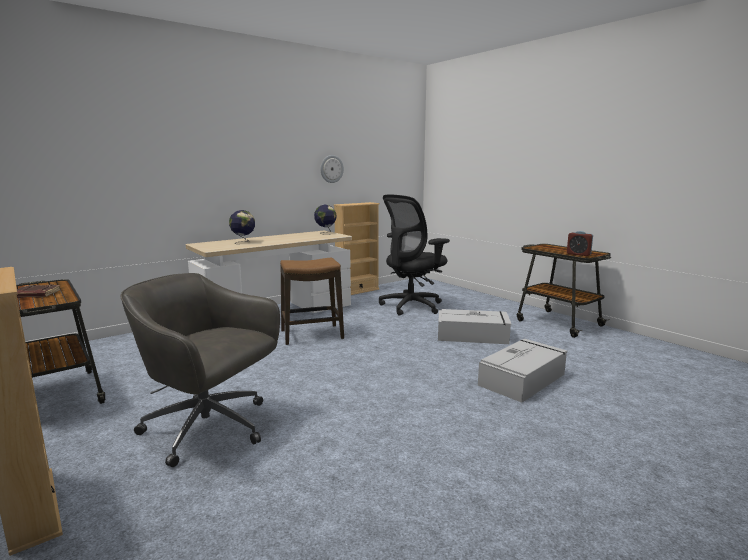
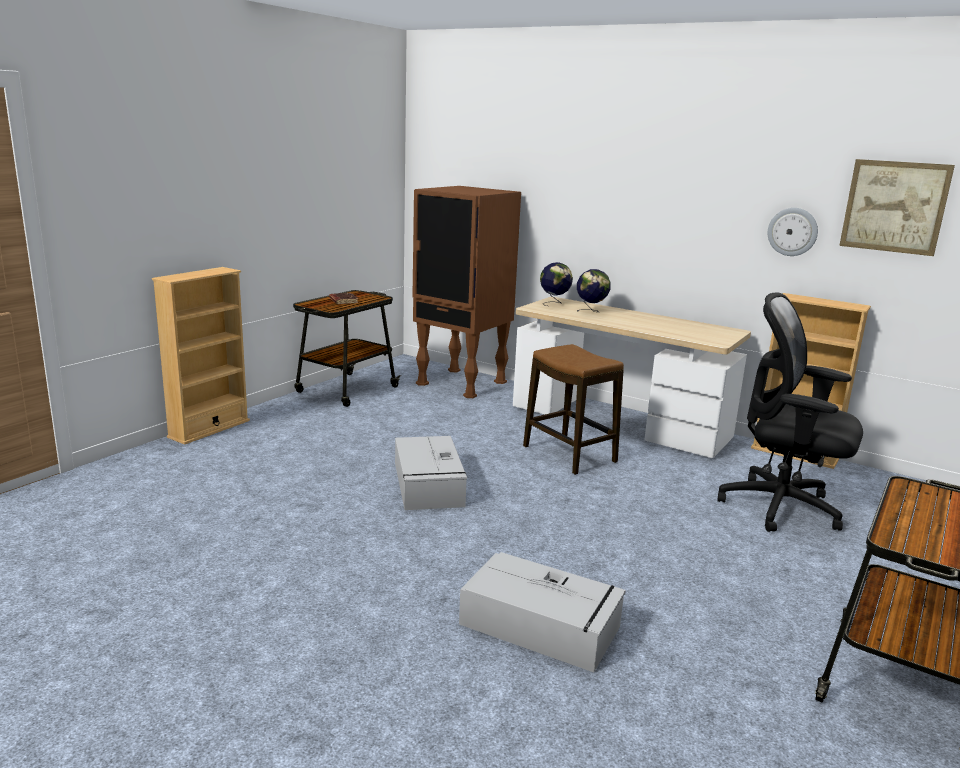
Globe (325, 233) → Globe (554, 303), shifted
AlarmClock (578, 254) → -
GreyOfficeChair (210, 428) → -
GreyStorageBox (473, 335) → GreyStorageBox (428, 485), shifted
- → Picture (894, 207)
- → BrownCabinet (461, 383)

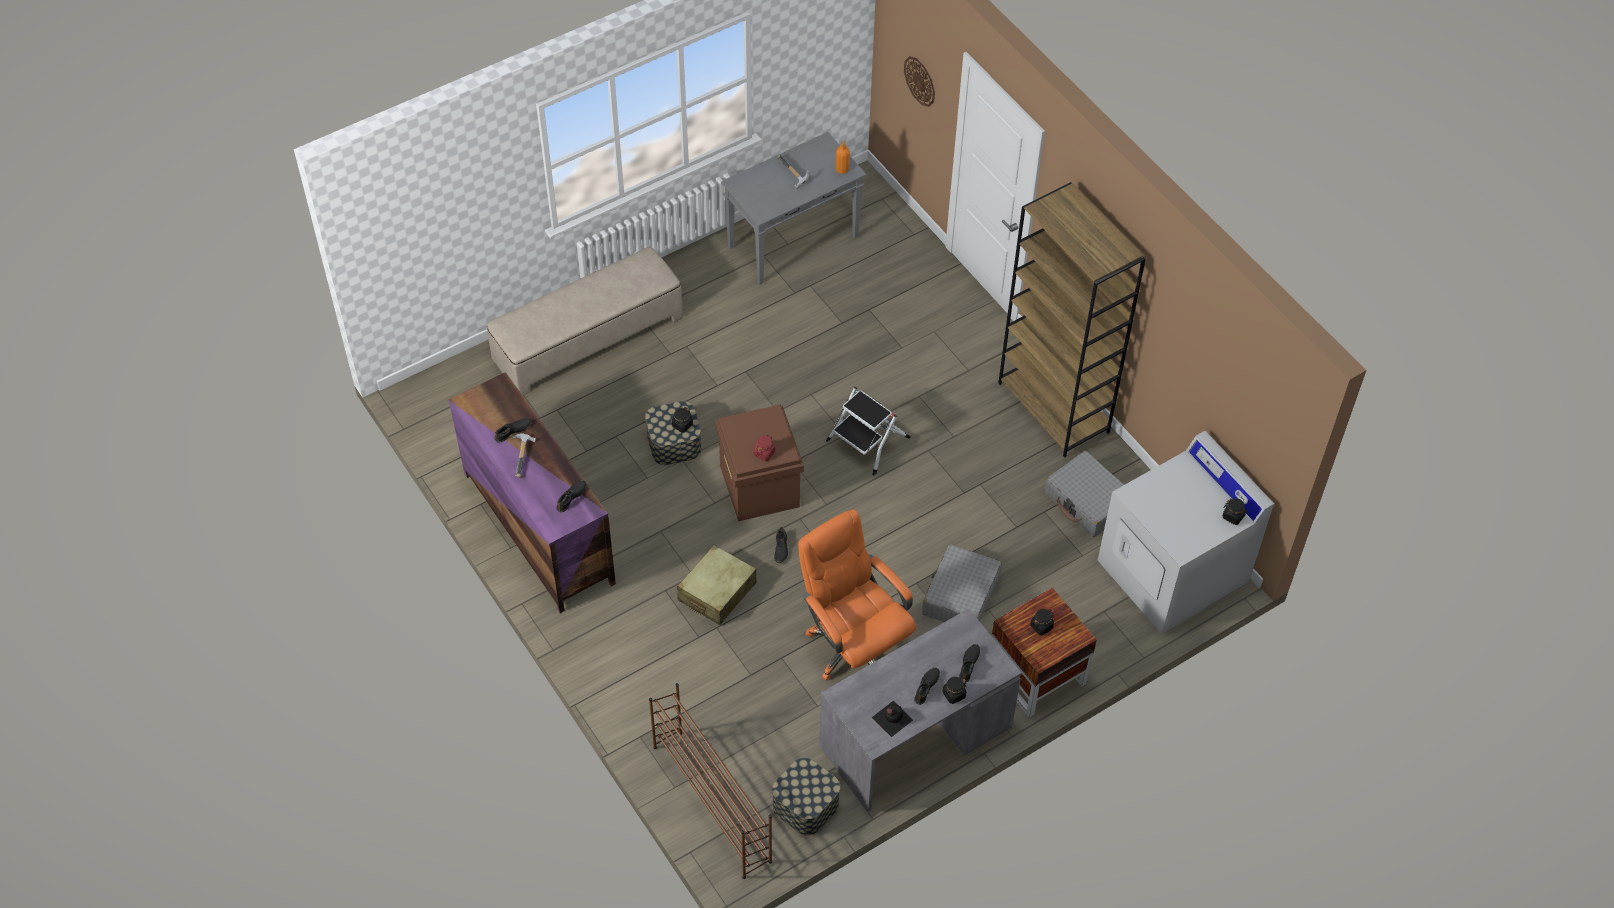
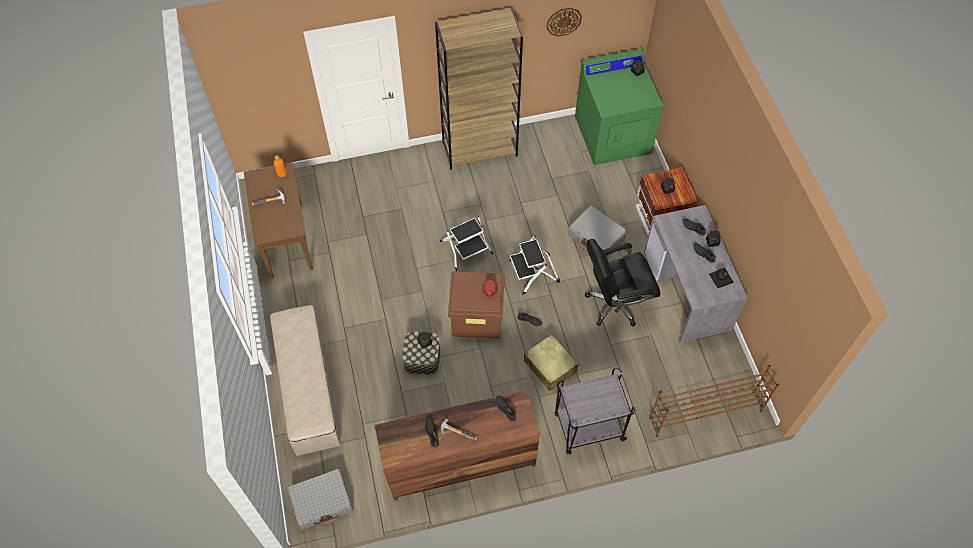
WallClock (920, 81) → WallClock (564, 21), shifted
GreyConsoleTable (793, 241) → BrownConsoleTable (286, 240)
PurpleCabinet (539, 526) → BrownCabinet (458, 461)
WhiteWashingMachine (1173, 572) → GreenWashingMachine (613, 134)
GreySuitcase (1088, 501) → GreySuitcase (322, 502), shifted
OrangeOfficeChair (853, 648) → BlackOfficeChair (615, 303)
StorageBox (805, 805) → -
- → StepLadder (533, 272)
- → GreyCart (588, 428)

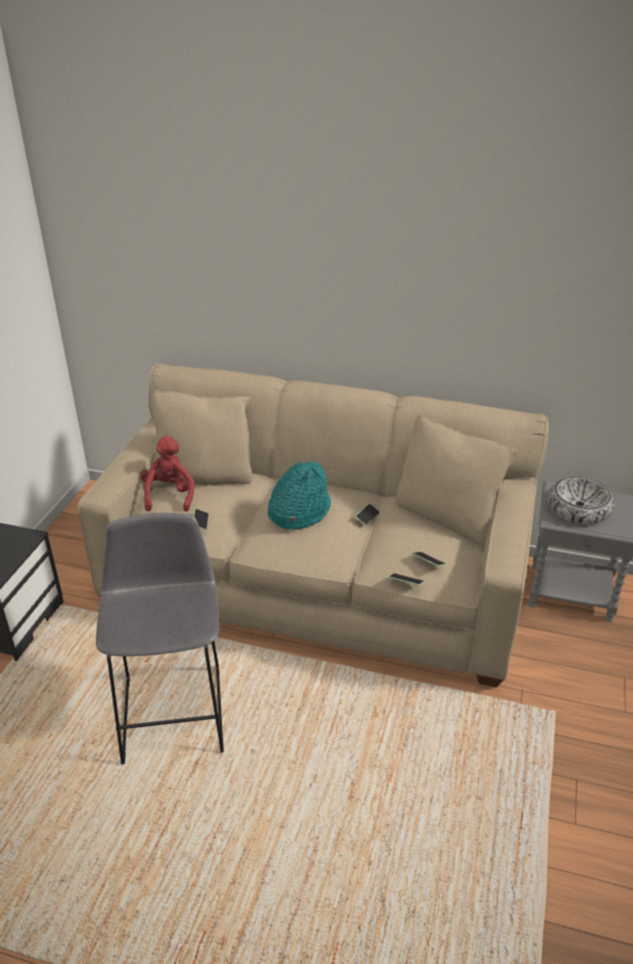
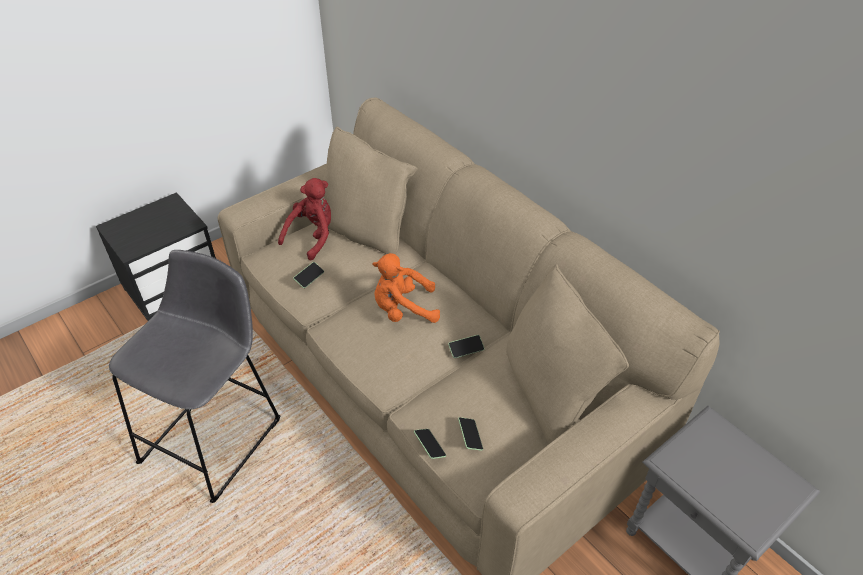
TurquoiseHat (299, 511) → OrangePlushToy (403, 309)
Bowl (578, 508) → -

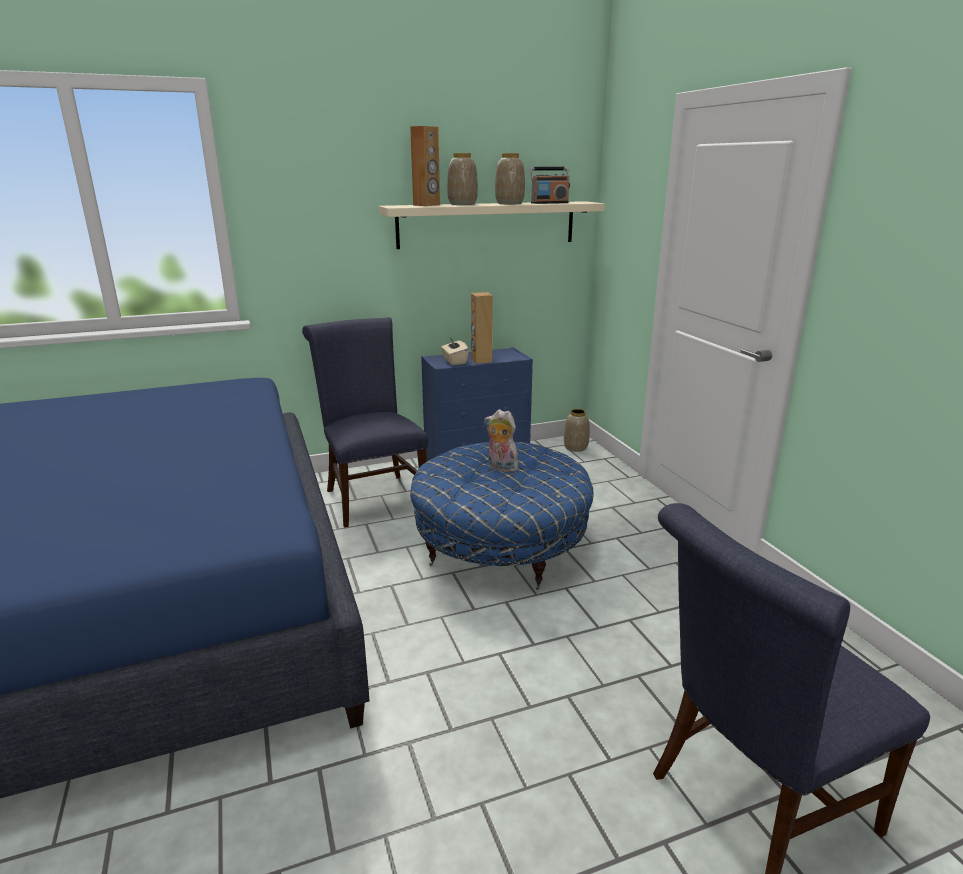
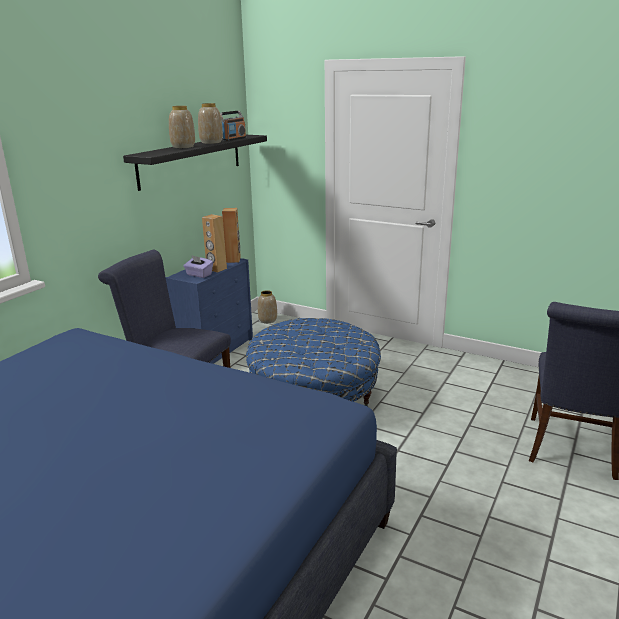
BrownSpeaker (427, 205) → BrownSpeaker (233, 260), shifted
BeigeShelf (487, 224) → BlackShelf (191, 160)
BeigeTissueBox (454, 361) → PurpleTissueBox (199, 275)
PlushToy (500, 468) → -

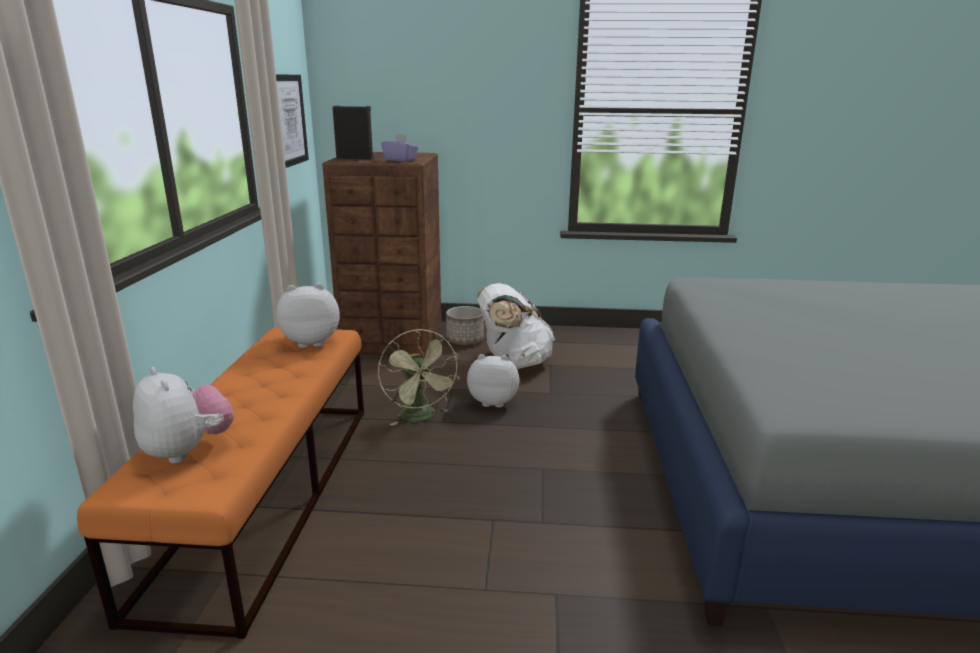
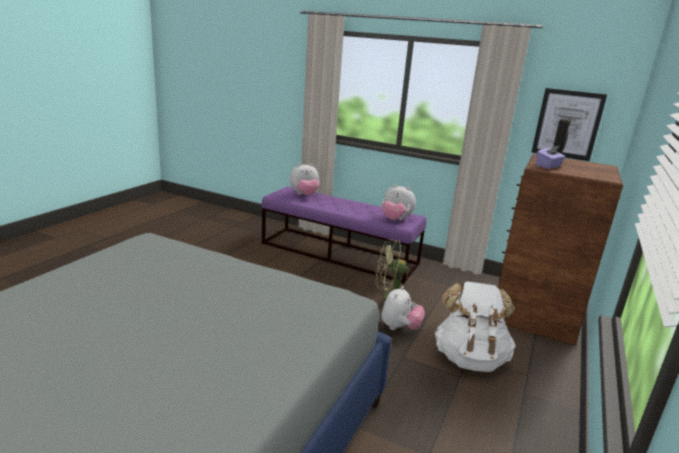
PlushToy (311, 341) → PlushToy (395, 219), 105 degrees clockwise
Planter (465, 340) → -
OrangeBench (268, 494) → PurpleBench (339, 254)

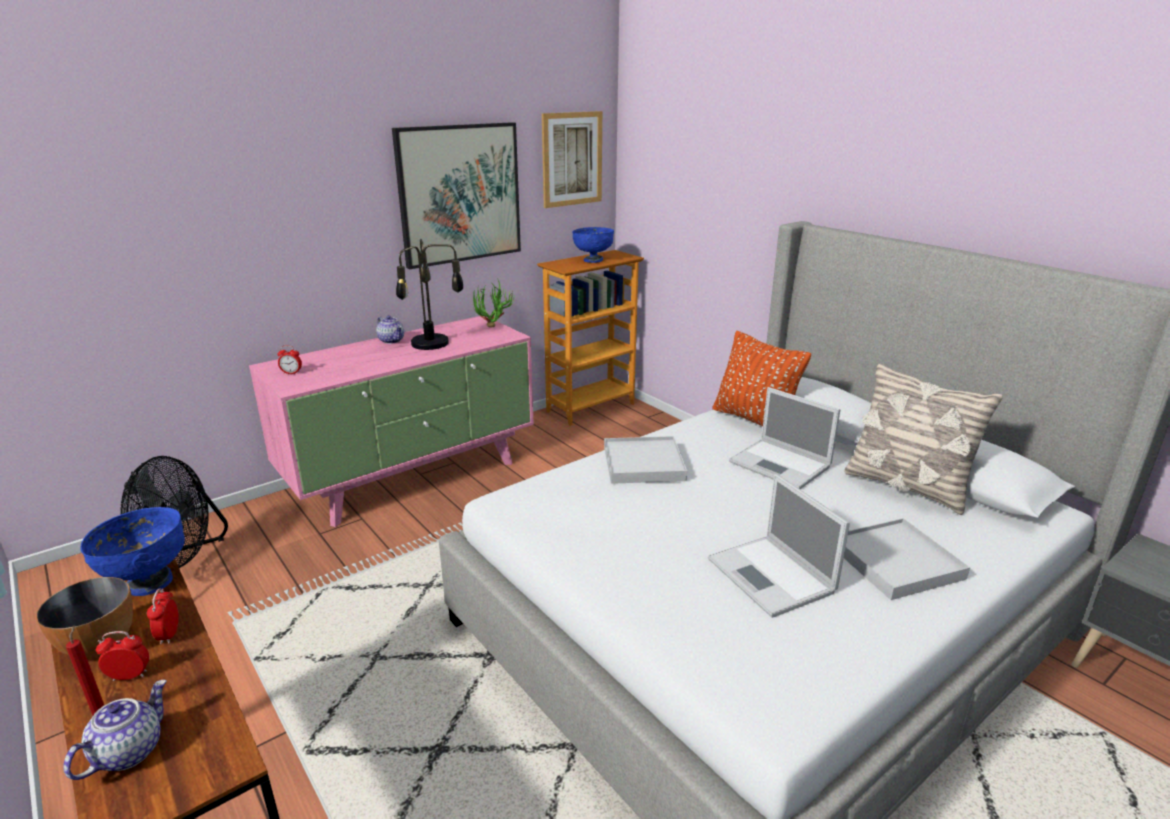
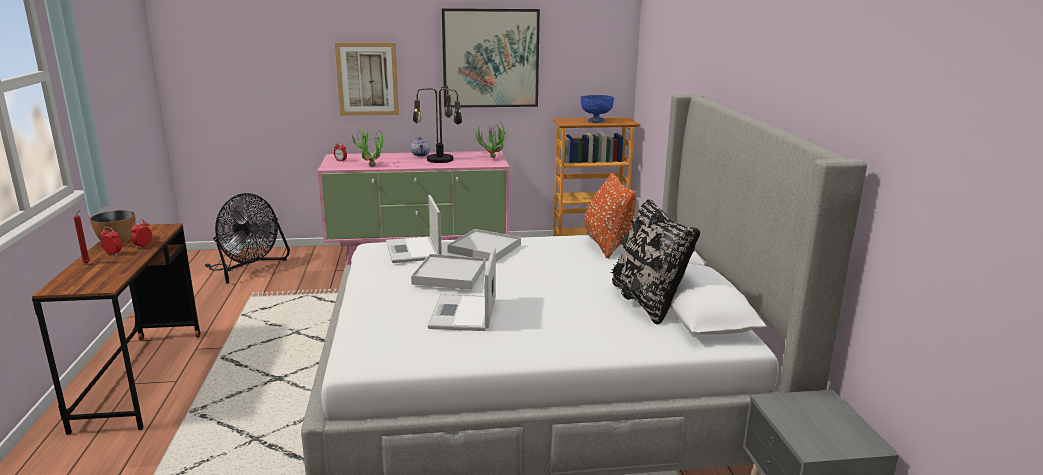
Picture (572, 159) → Picture (367, 79), shifted
BeigePillow (906, 487) → BlackPillow (646, 302)
Laptop (781, 465) → Laptop (413, 251), shifted
BlueBowl (149, 582) → -
WhiteTray (896, 562) → WhiteTray (450, 275), shifted
Teapot (128, 751) → -
- → PottedPlant (370, 165)

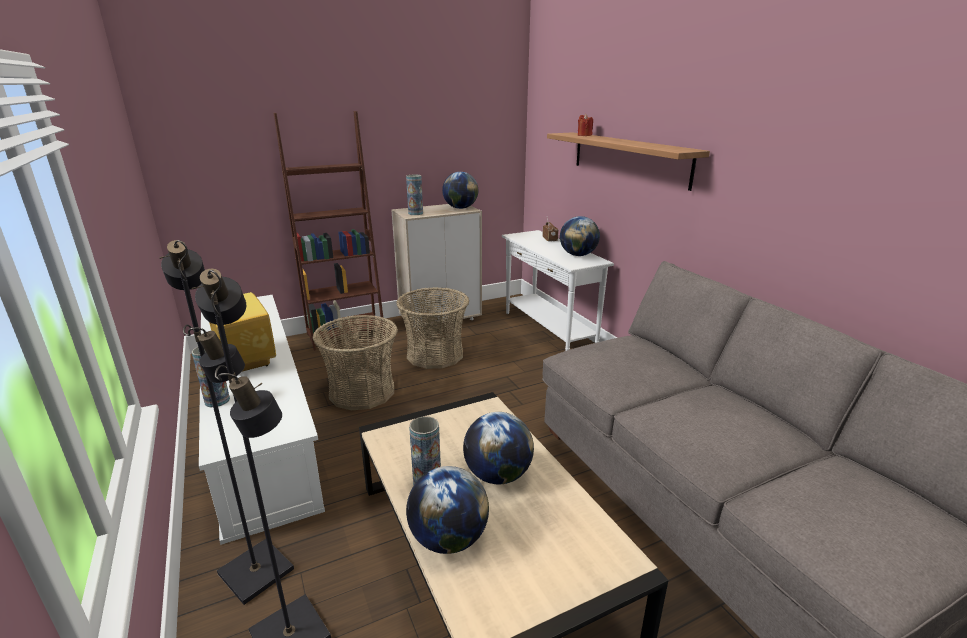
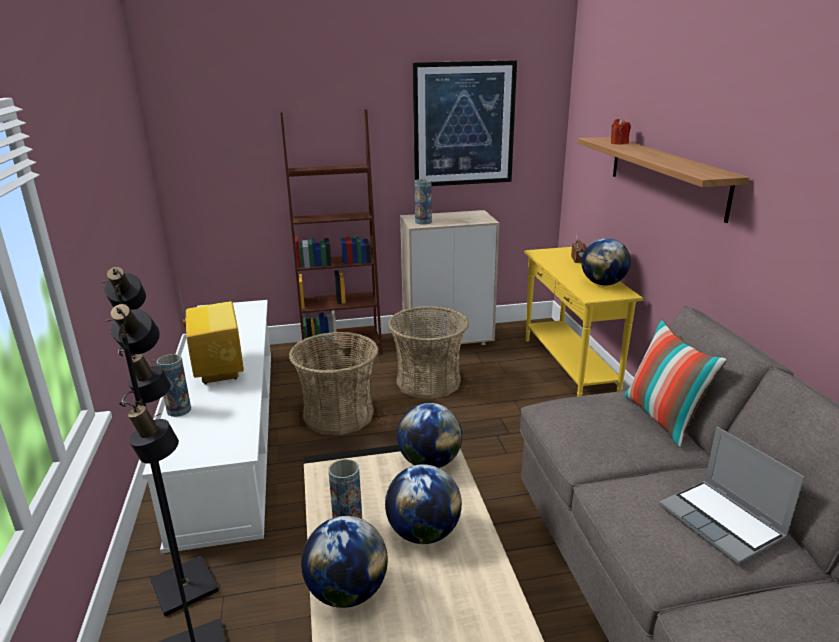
Globe (460, 208) → Globe (429, 462), shifted
WhiteConsoleTable (549, 331) → YellowConsoleTable (570, 368)
- → Picture (464, 124)
- → Pillow (663, 418)
- → Laptop (723, 523)

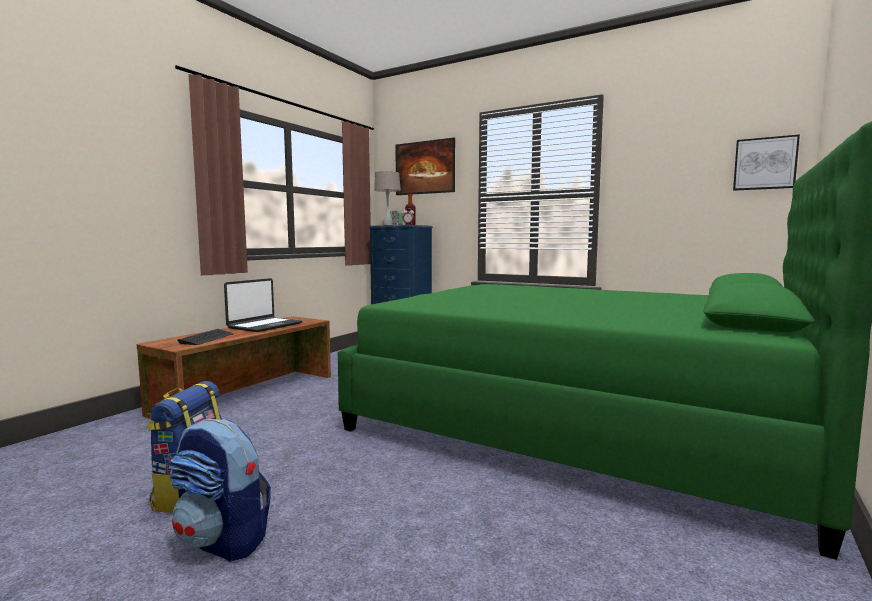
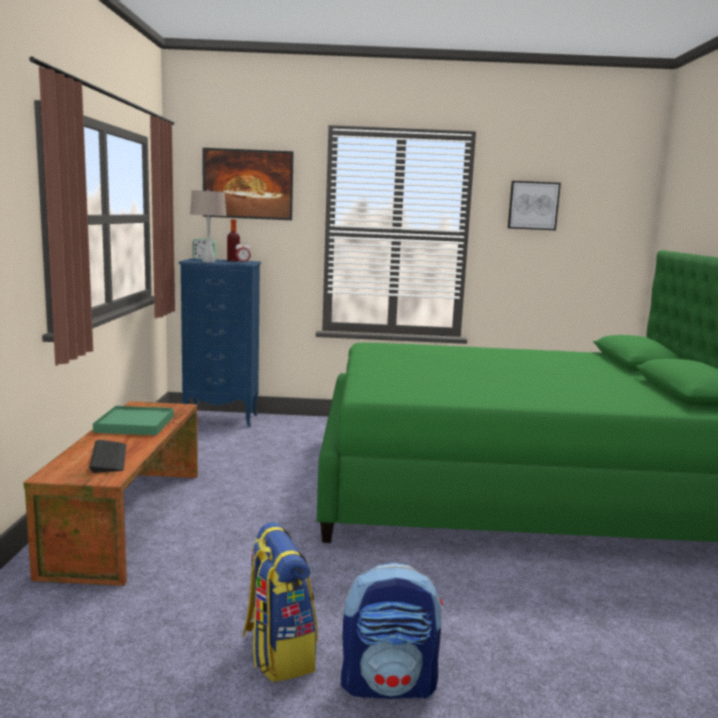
Picture (765, 163) → Picture (533, 205), shifted
Laptop (264, 326) → GreenTray (135, 424)

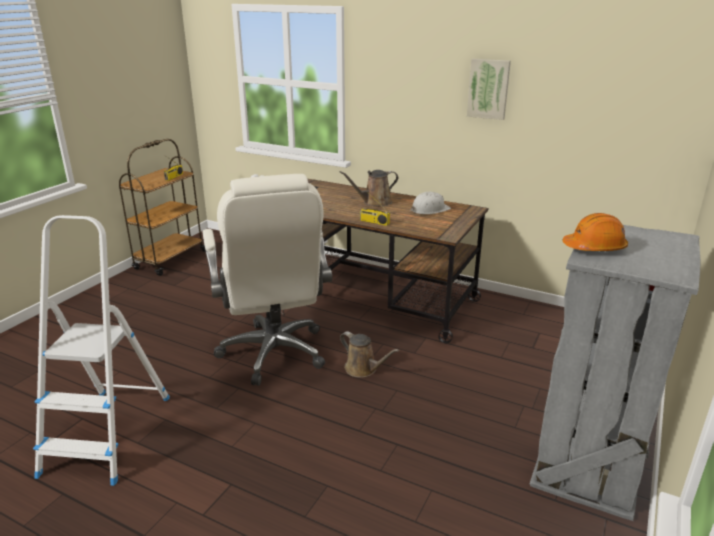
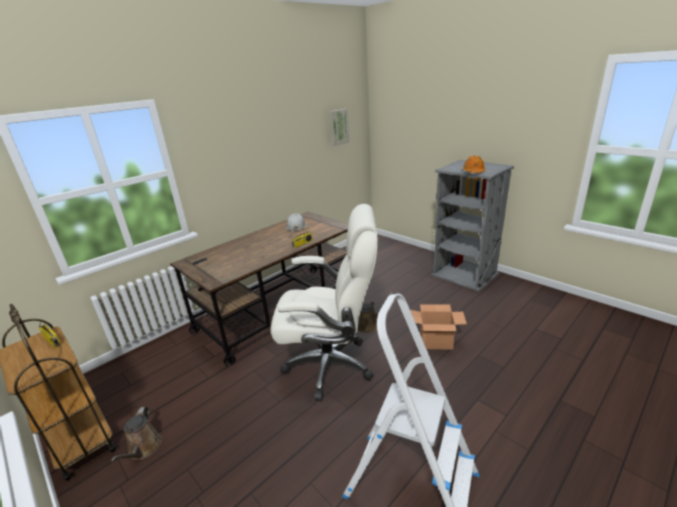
Picture (488, 89) → Picture (338, 127), shifted
BrownWateringCan (374, 202) → BrownWateringCan (143, 449), shifted
- → CardboardBox (436, 342)

